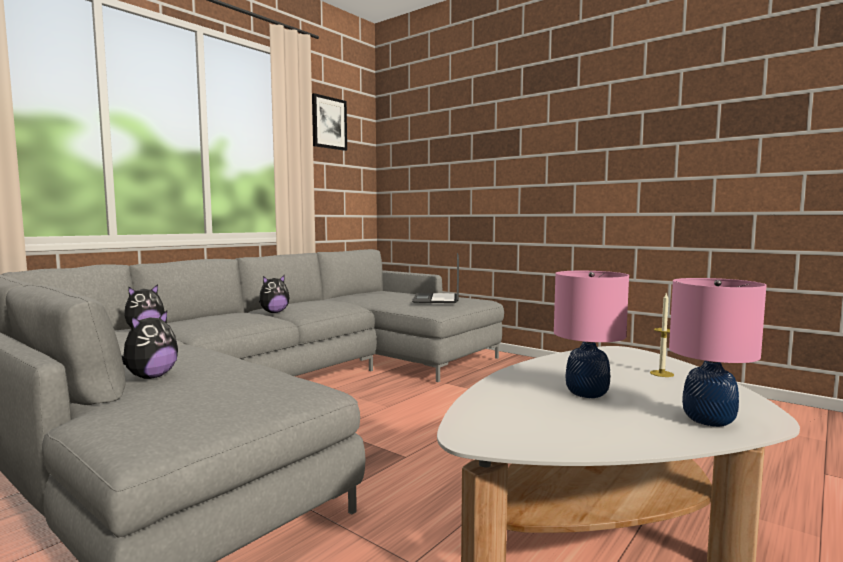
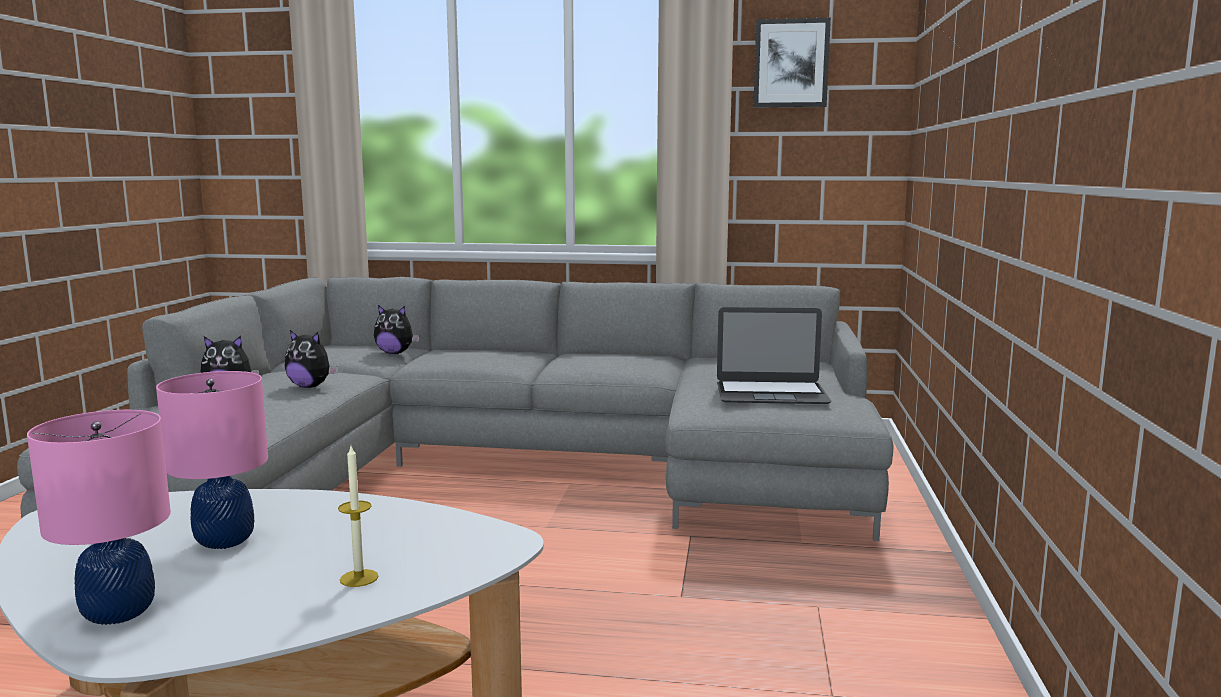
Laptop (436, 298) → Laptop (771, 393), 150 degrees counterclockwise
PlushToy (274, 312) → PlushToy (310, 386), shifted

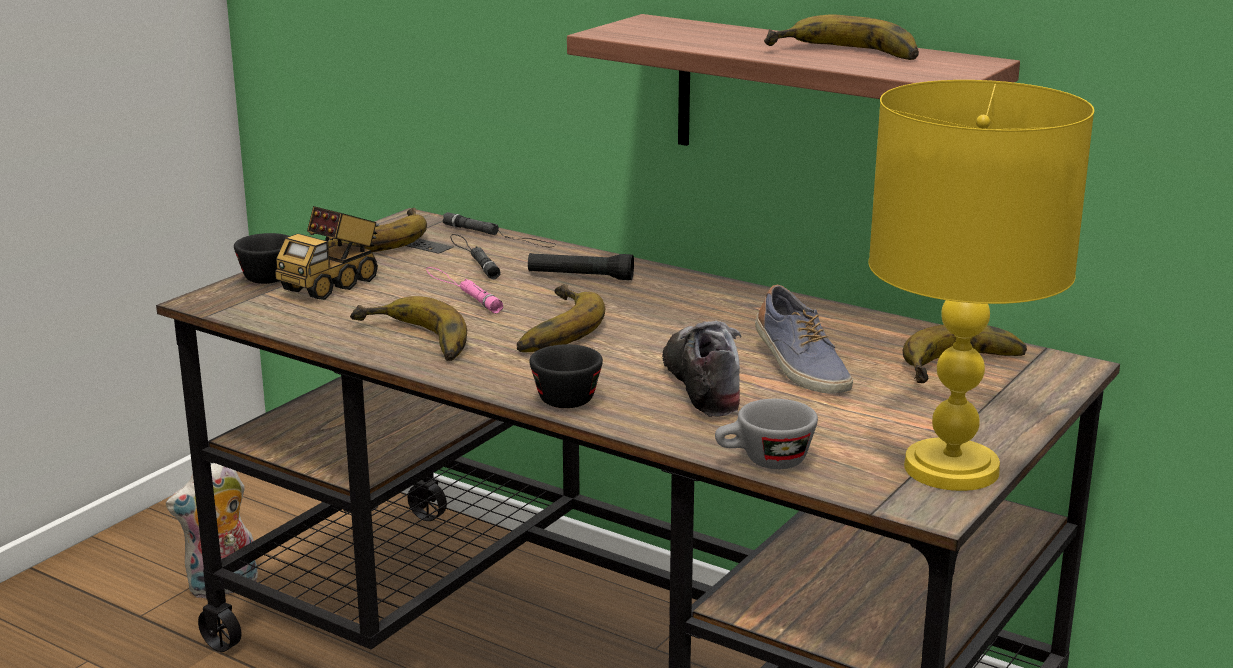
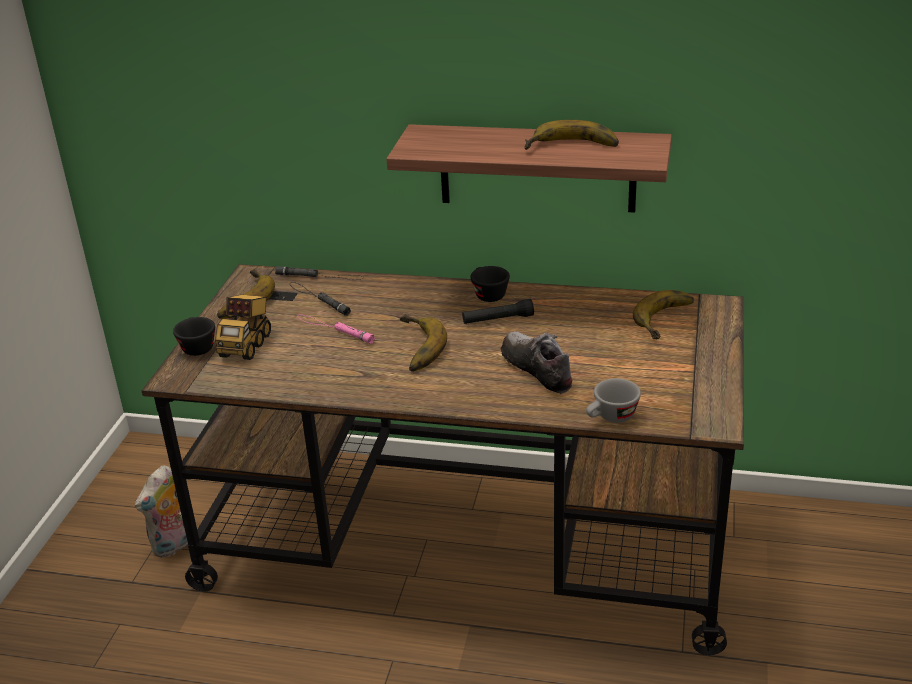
YellowTableLamp (953, 469) → -
BlackFlashlight (580, 276) → BlackFlashlight (498, 319), shifted
Shoe (799, 367) → -
Banana (410, 341) → -
BlackCup (565, 396) → BlackCup (487, 294), shifted

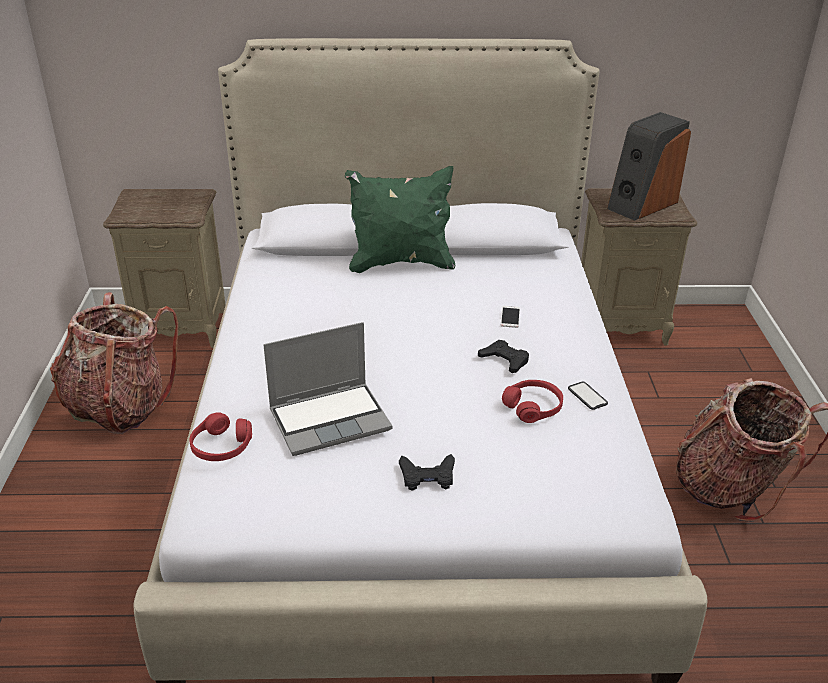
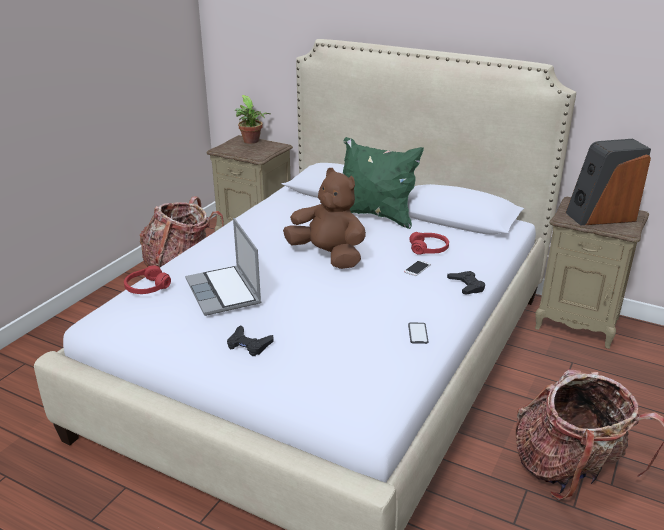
Laptop (331, 419) → Laptop (224, 292), 60 degrees clockwise
BlackGameController (504, 360) → BlackGameController (466, 286), shifted
RedHeadphones (533, 407) → RedHeadphones (429, 249), shifted
- → PottedPlant (252, 141)
- → BrownPlushToy (328, 256)

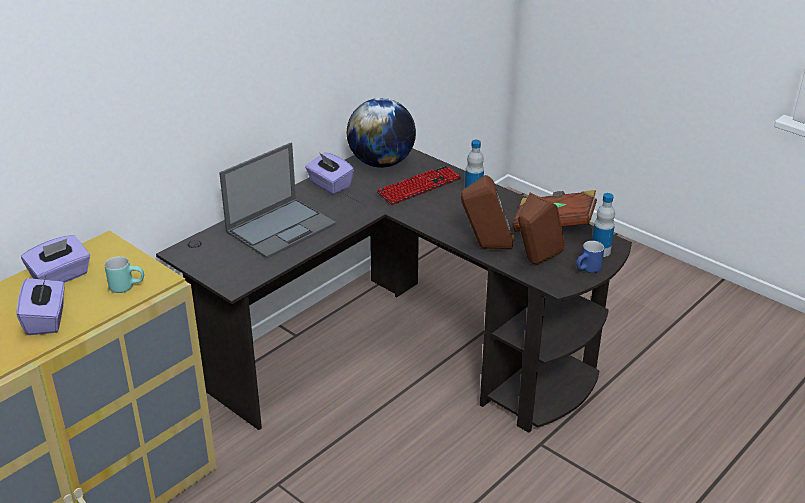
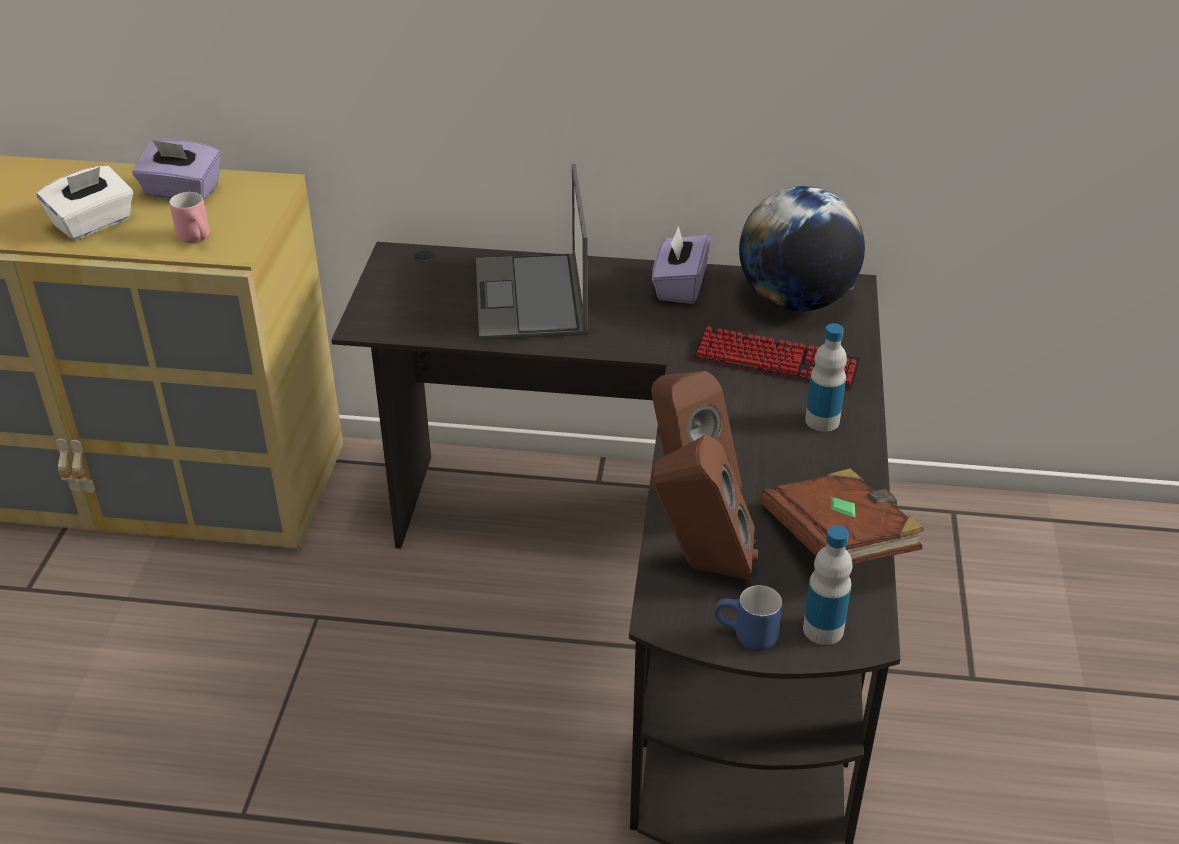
Laptop (281, 227) → Laptop (531, 298), 75 degrees clockwise
TurquoiseMug (127, 286) → PinkMug (199, 239)
PurpleTissueBox (46, 320) → WhiteTissueBox (93, 223)

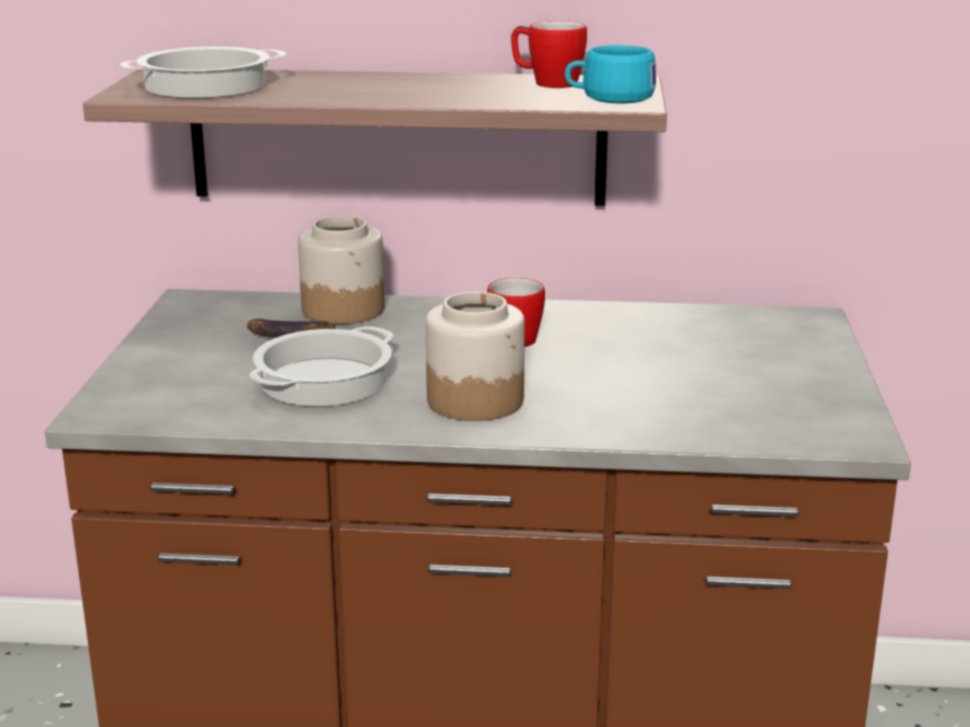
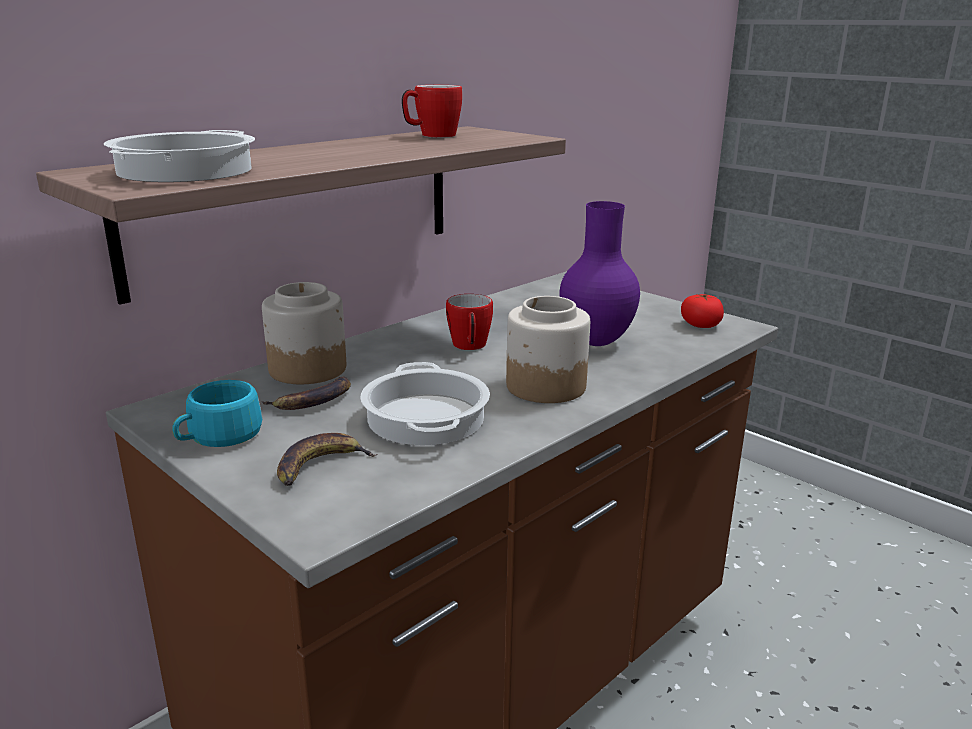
TurquoiseCup (609, 97) → TurquoiseCup (218, 437), shifted
- → PurpleVase (598, 342)
- → Tomato (700, 325)
- → Banana (320, 466)

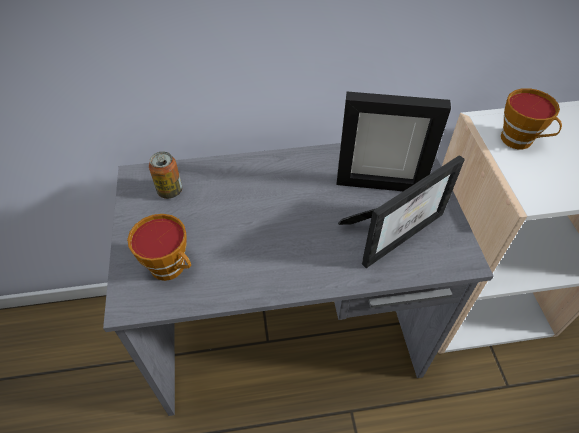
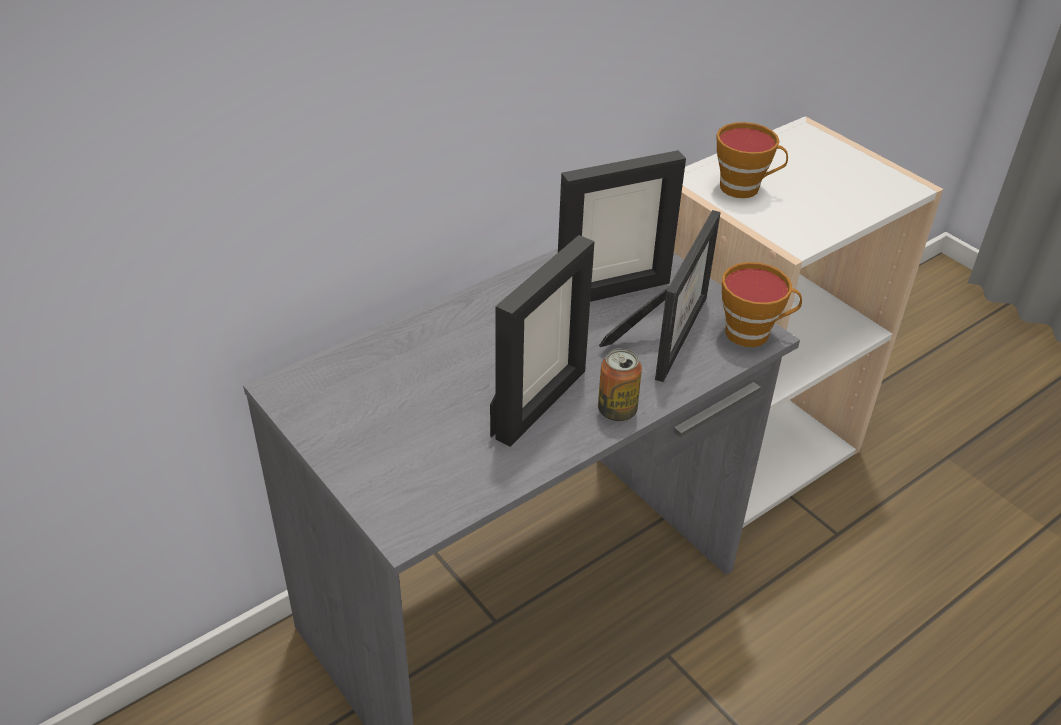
Can (170, 191) → Can (617, 410), shifted
Cup (171, 267) → Cup (753, 333), shifted
- → PictureFrame (539, 402)

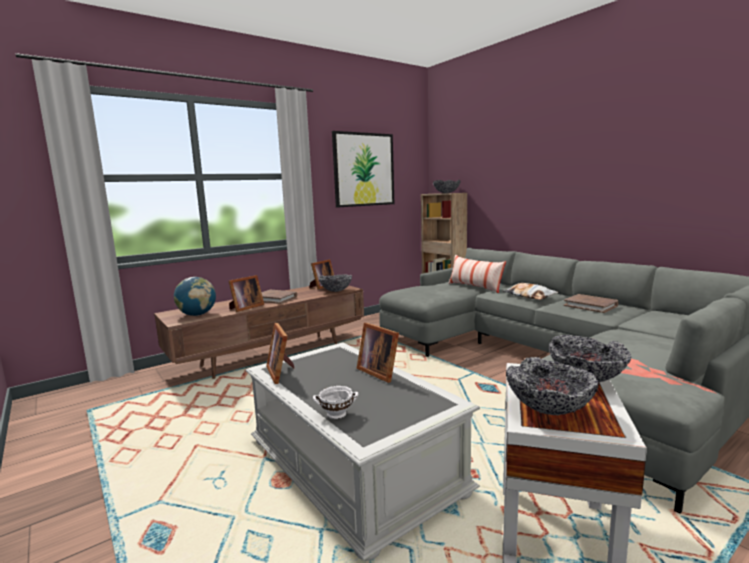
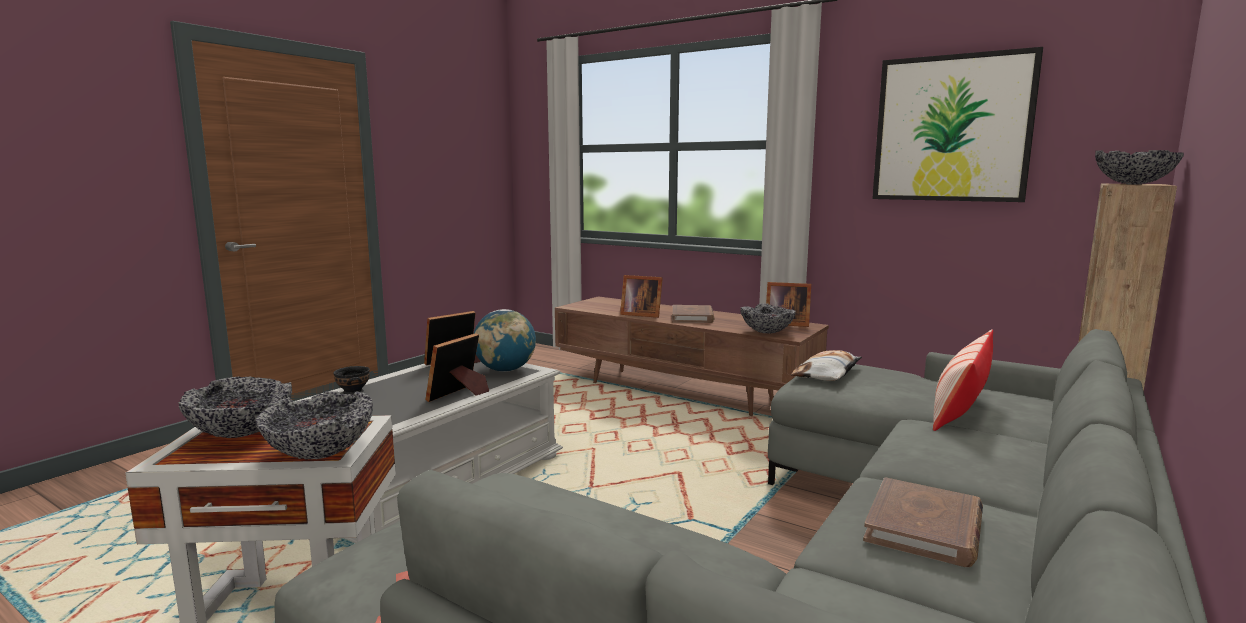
Globe (197, 315) → Globe (505, 370), shifted
Pillow (529, 296) → Pillow (827, 374), shifted
WhiteBowl (336, 414) → BlackBowl (354, 392)

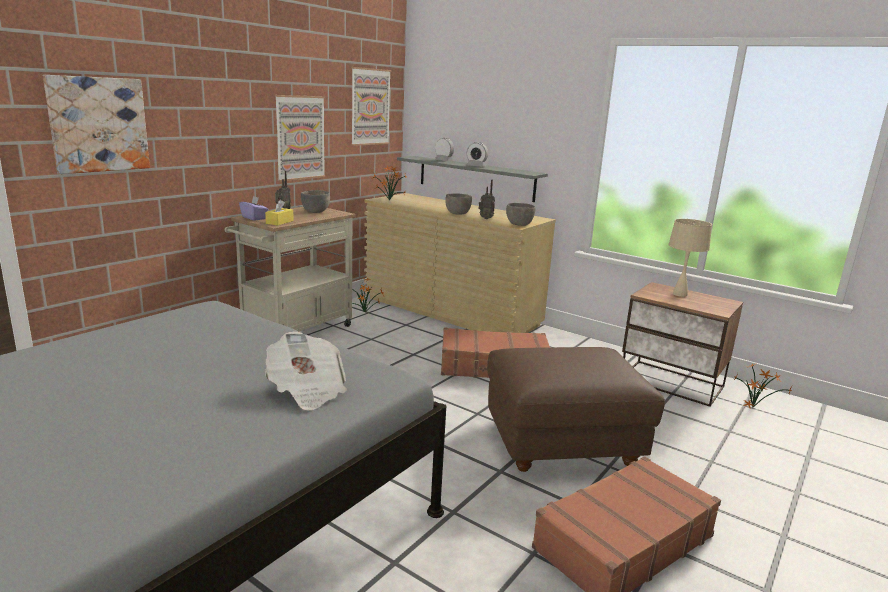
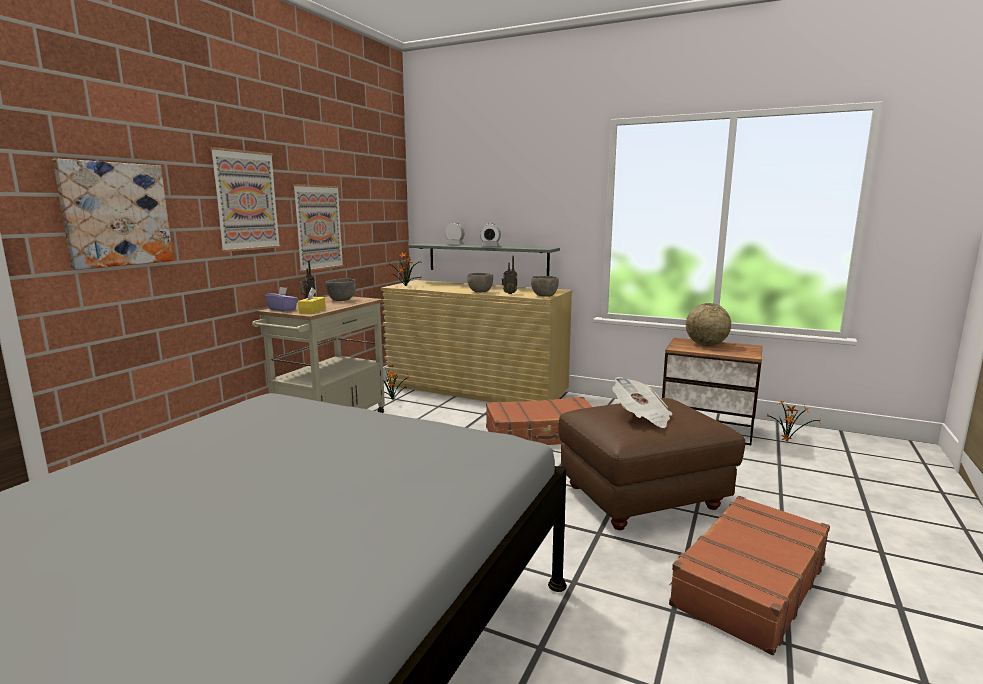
Picture (370, 107) → Picture (246, 200), shifted
BeigeTableLamp (679, 294) → Globe (706, 345)
Newspaper (306, 390) → Newspaper (641, 417), shifted

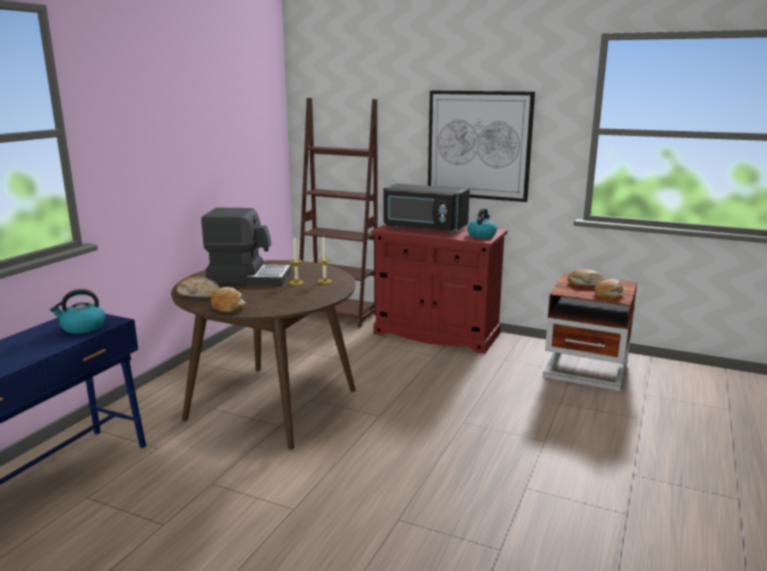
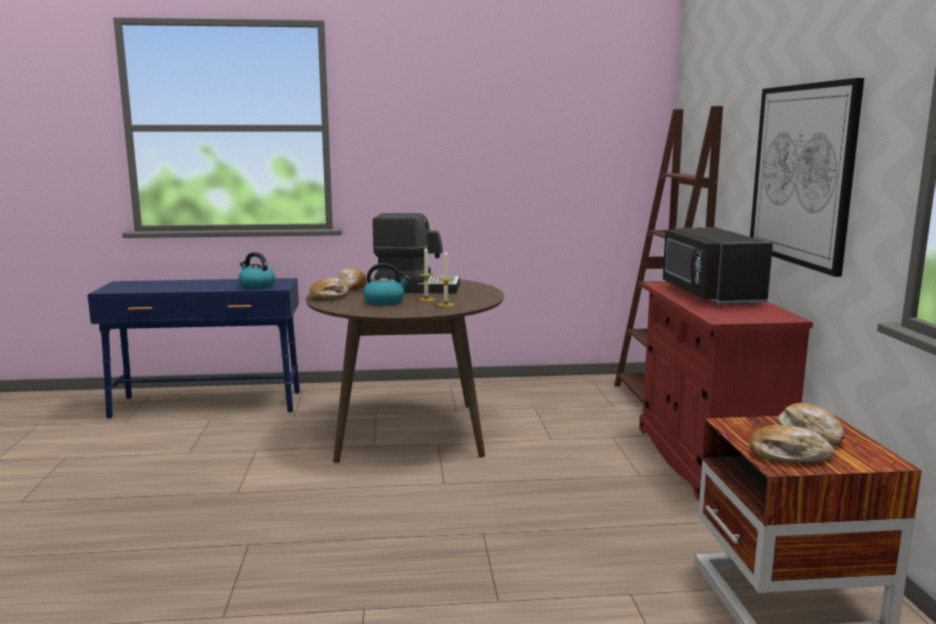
CoffeeMachine (249, 277) → CoffeeMachine (417, 288), 60 degrees counterclockwise
Kettle (481, 235) → Kettle (385, 301), shifted

